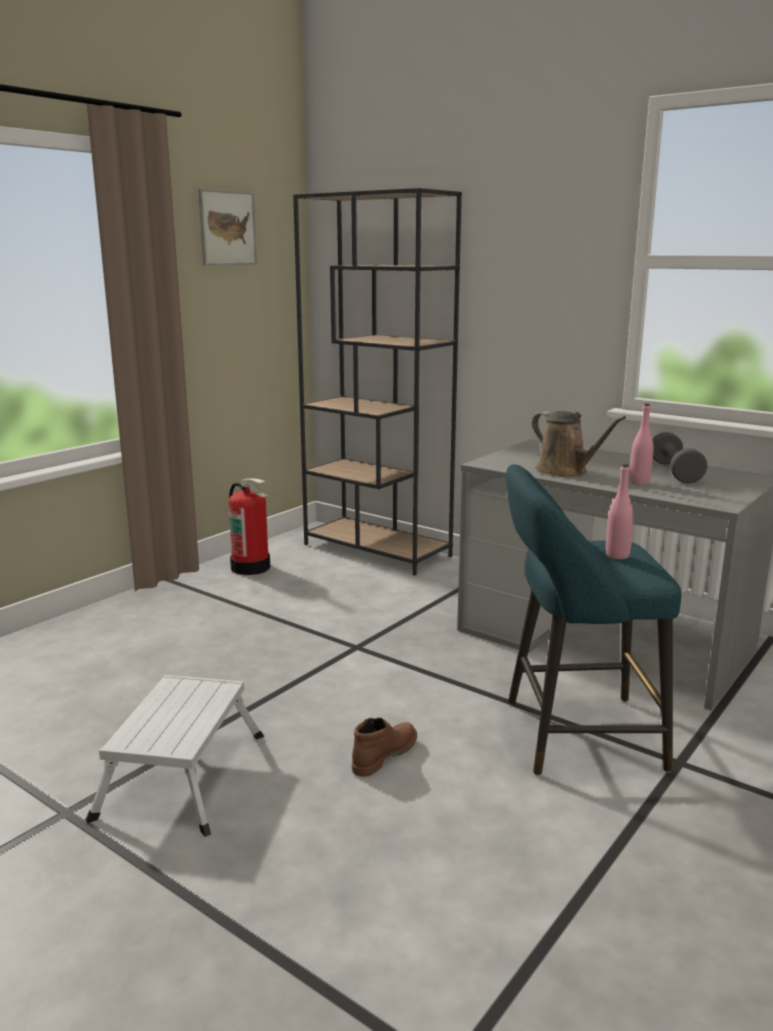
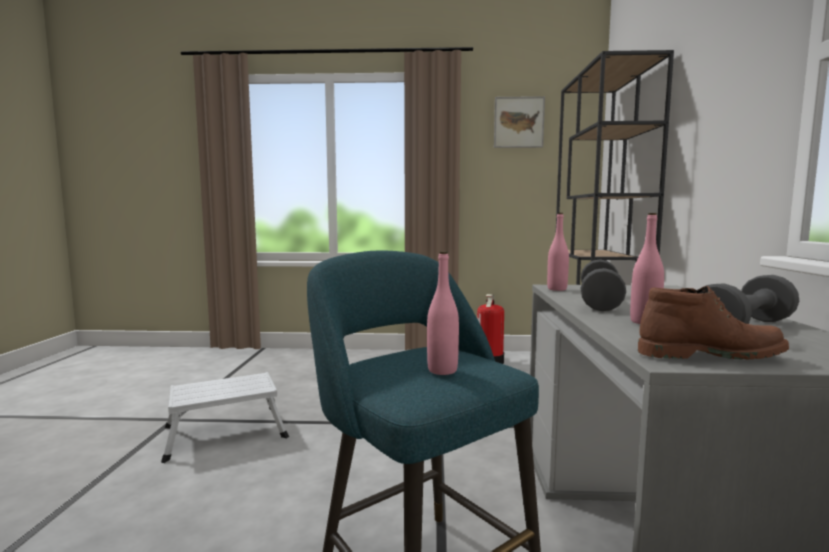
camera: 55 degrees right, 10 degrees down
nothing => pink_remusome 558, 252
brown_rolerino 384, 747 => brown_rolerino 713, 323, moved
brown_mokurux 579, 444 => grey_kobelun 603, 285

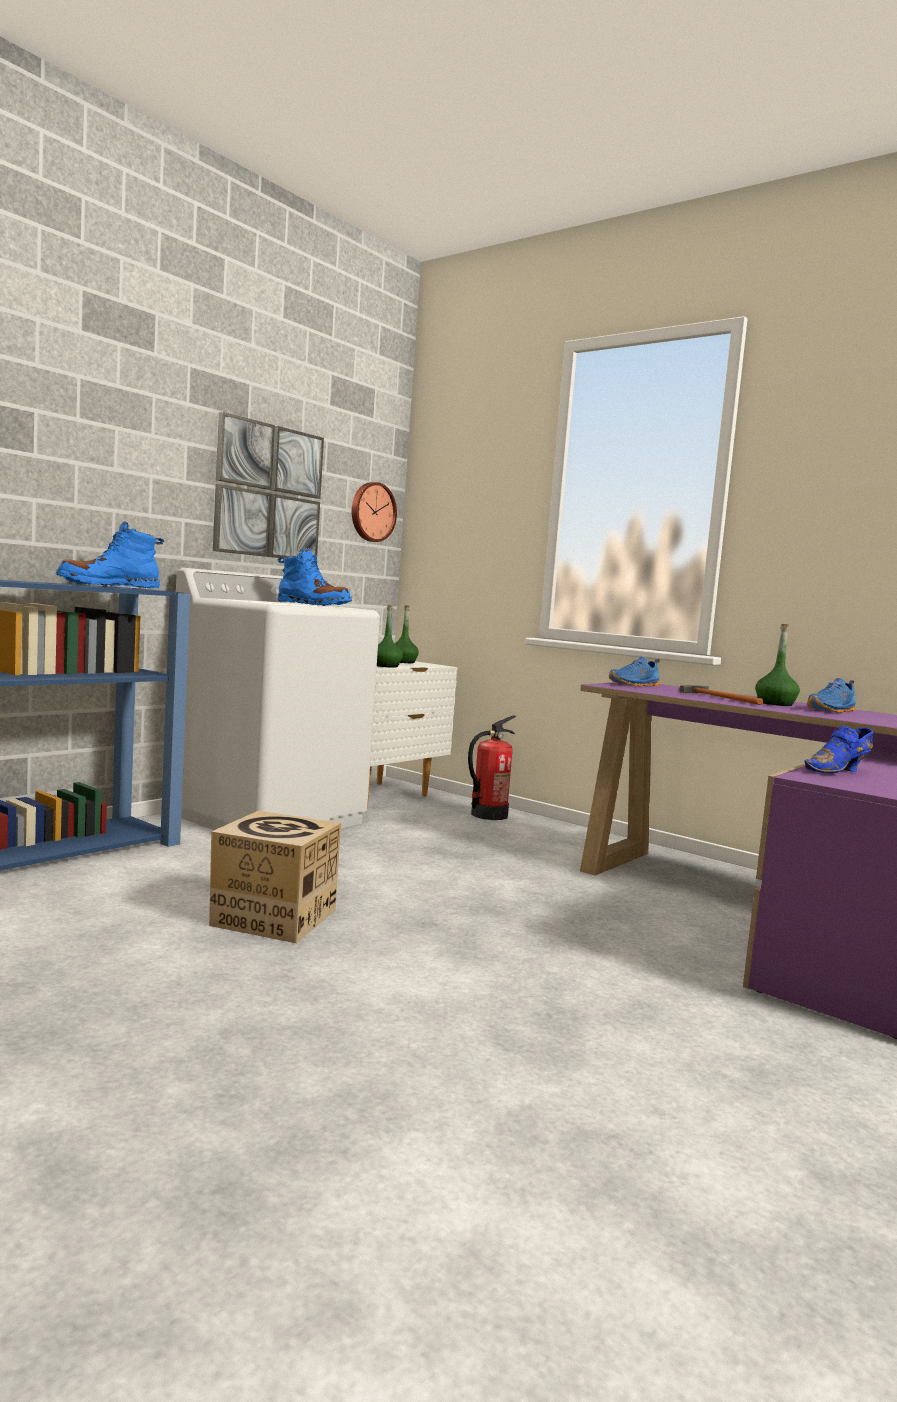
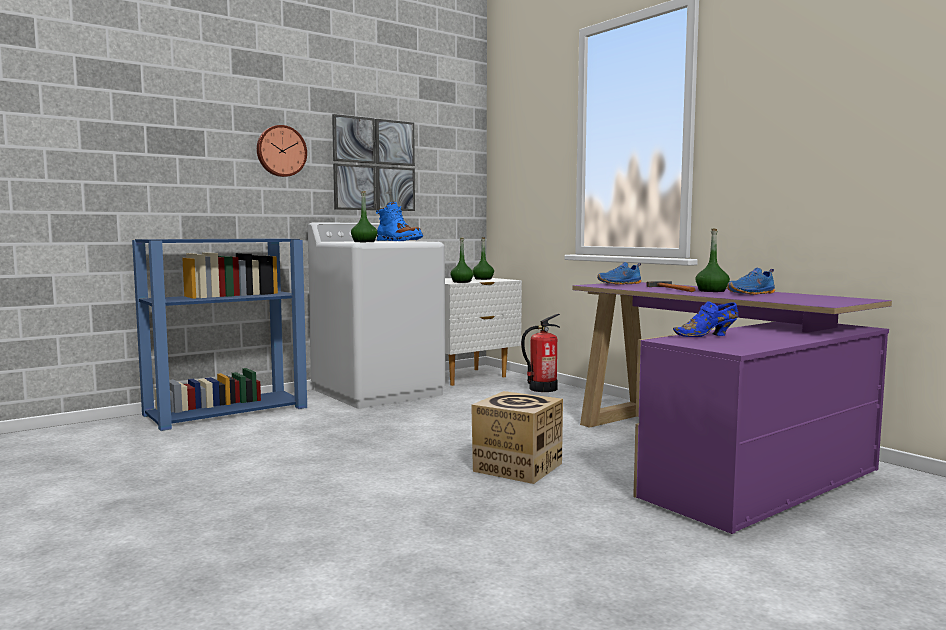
camera: 15 degrees right, 0 degrees up
blue_rolerino 109, 555 => nothing
nothing => green_remusome 364, 216
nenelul 275, 877 => nenelul 517, 437, moved
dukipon 374, 512 => dukipon 282, 151, moved

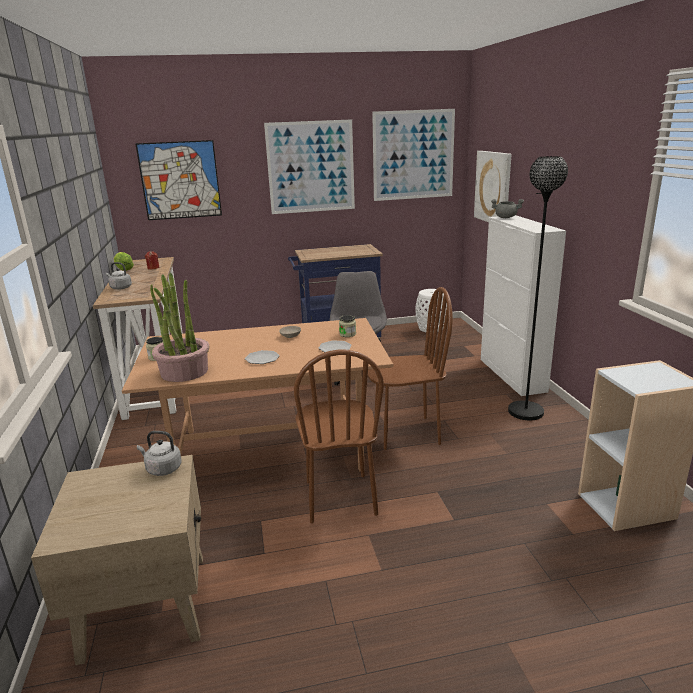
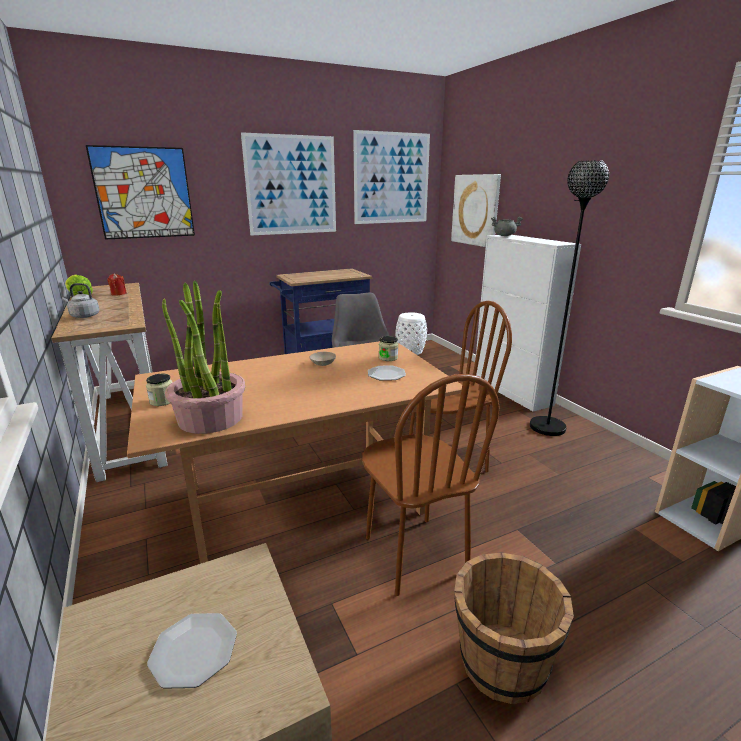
camera: 15 degrees left, 0 degrees up
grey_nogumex 159, 453 => nothing
nothing => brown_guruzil 514, 628
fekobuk 262, 357 => fekobuk 192, 651, moved

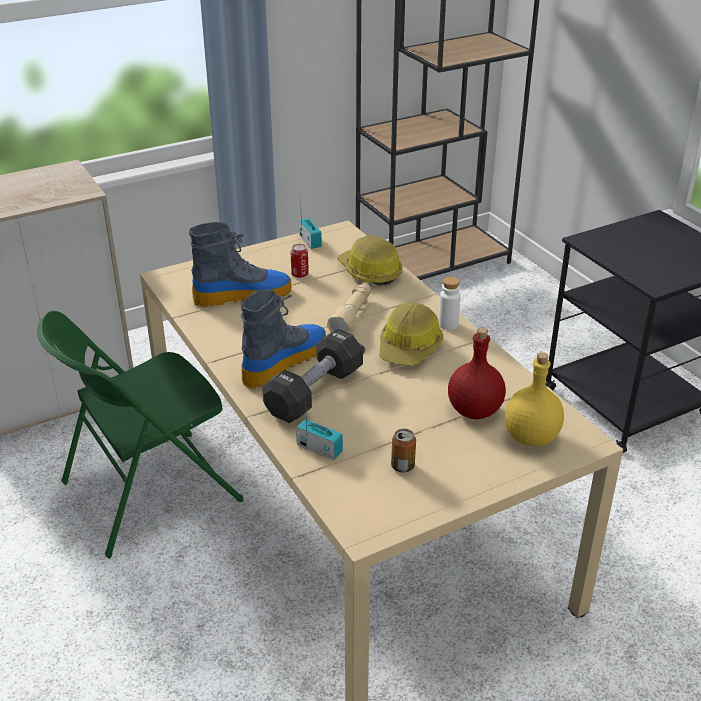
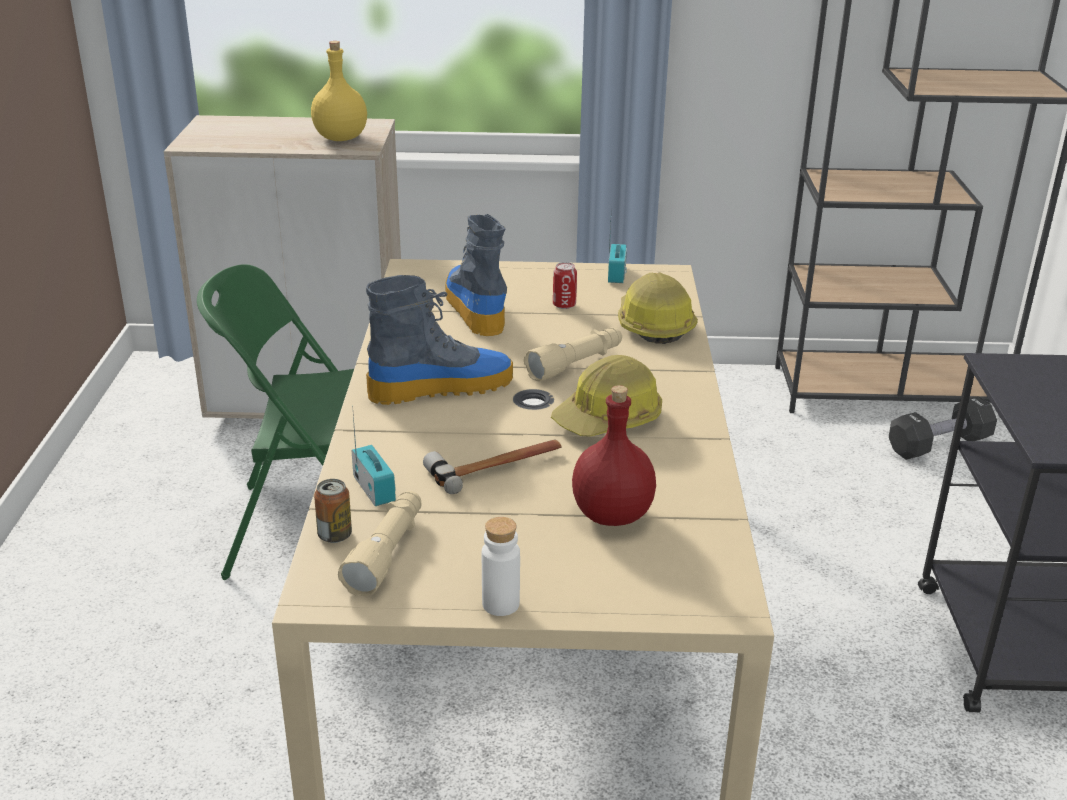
camera: 30 degrees right, 5 degrees down
nothing => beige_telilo 379, 543
nothing => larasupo 492, 467
black_kobelun 312, 376 => black_kobelun 943, 428, moved
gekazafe 403, 451 => gekazafe 333, 511, moved
white_remusome 449, 303 => white_remusome 501, 566, moved
yellow_remusome 534, 399 => yellow_remusome 339, 91, moved
rolerino 240, 264 => rolerino 476, 275, 120 degrees counterclockwise

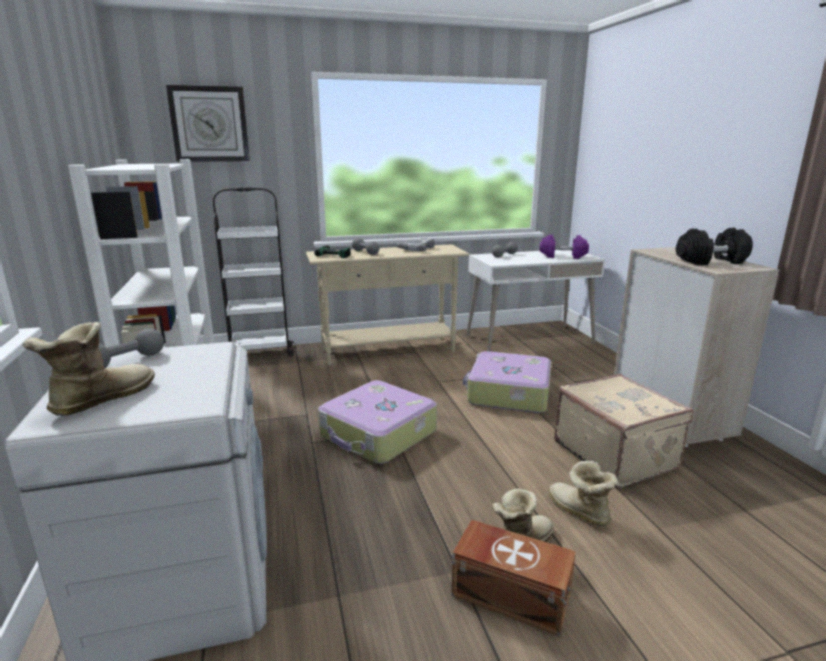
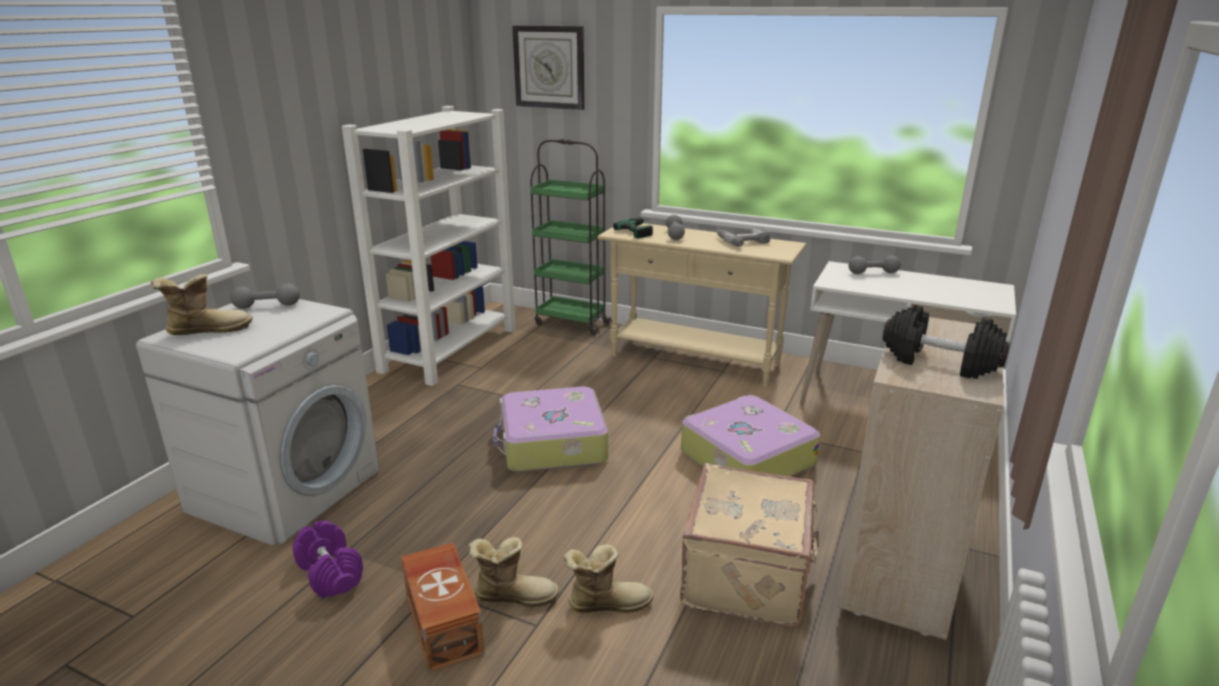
camera: 40 degrees right, 5 degrees up
purple_kobelun 564, 246 => purple_kobelun 328, 559, moved
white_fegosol 254, 272 => green_fegosol 571, 237
rolerino 584, 493 => rolerino 608, 578, 75 degrees clockwise

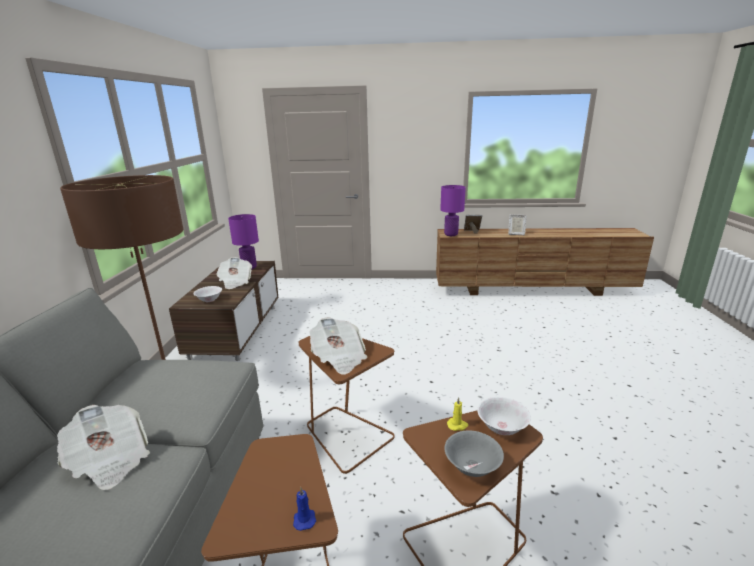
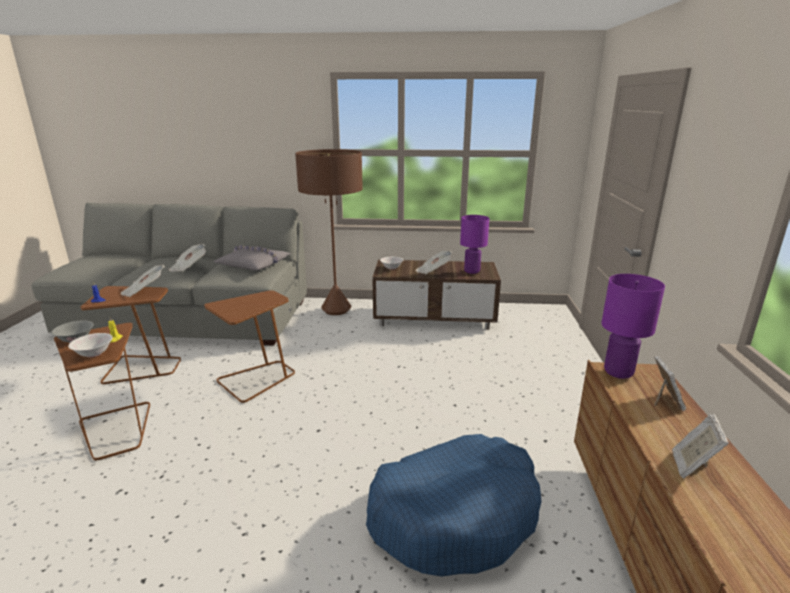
camera: 90 degrees right, 0 degrees up
nothing => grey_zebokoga 252, 258
nothing => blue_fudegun 454, 505
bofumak 338, 346 => bofumak 142, 281, moved

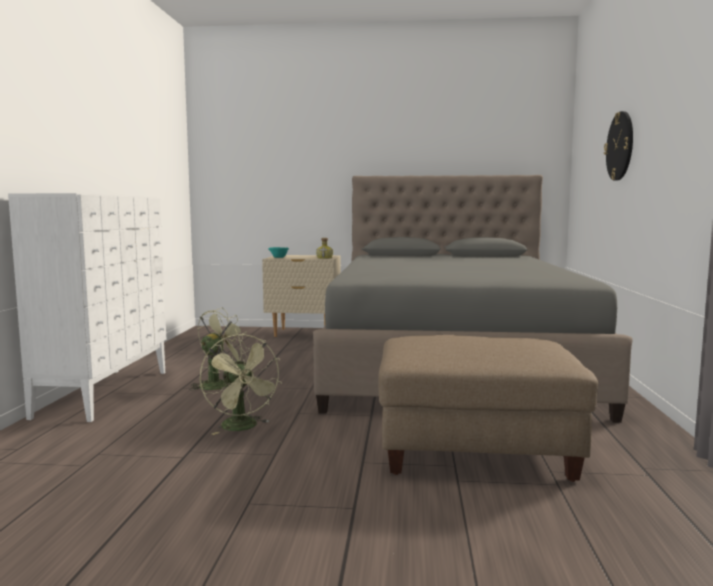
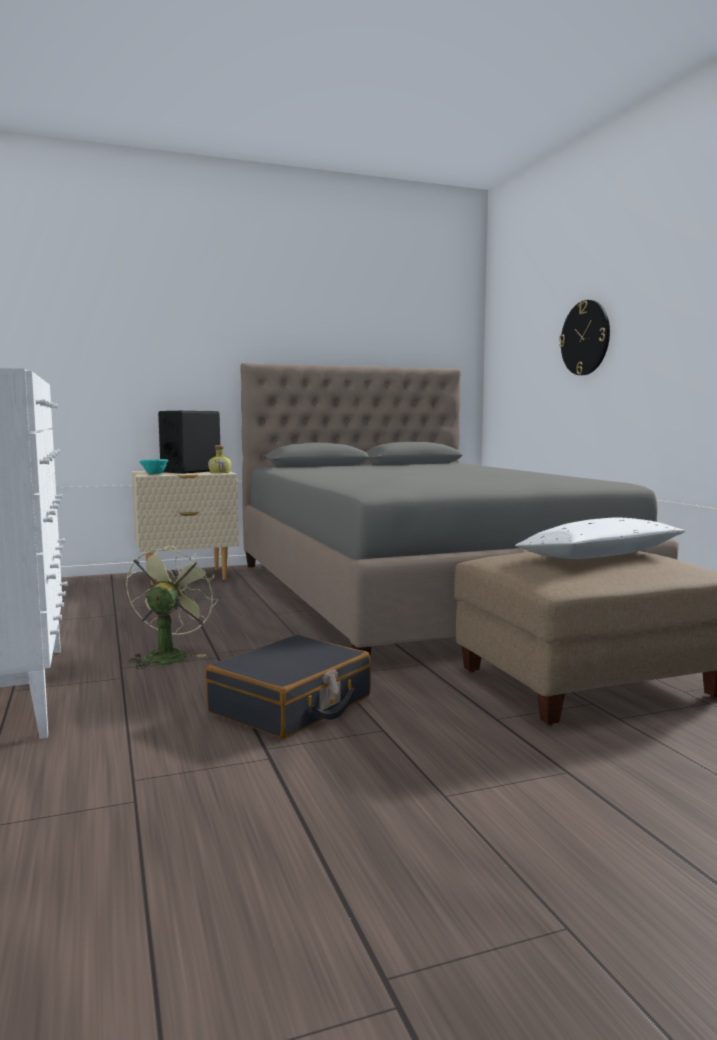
camera: 25 degrees left, 0 degrees up
nothing => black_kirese 189, 442
nothing => white_zebokoga 600, 538
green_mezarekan 241, 384 => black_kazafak 288, 687

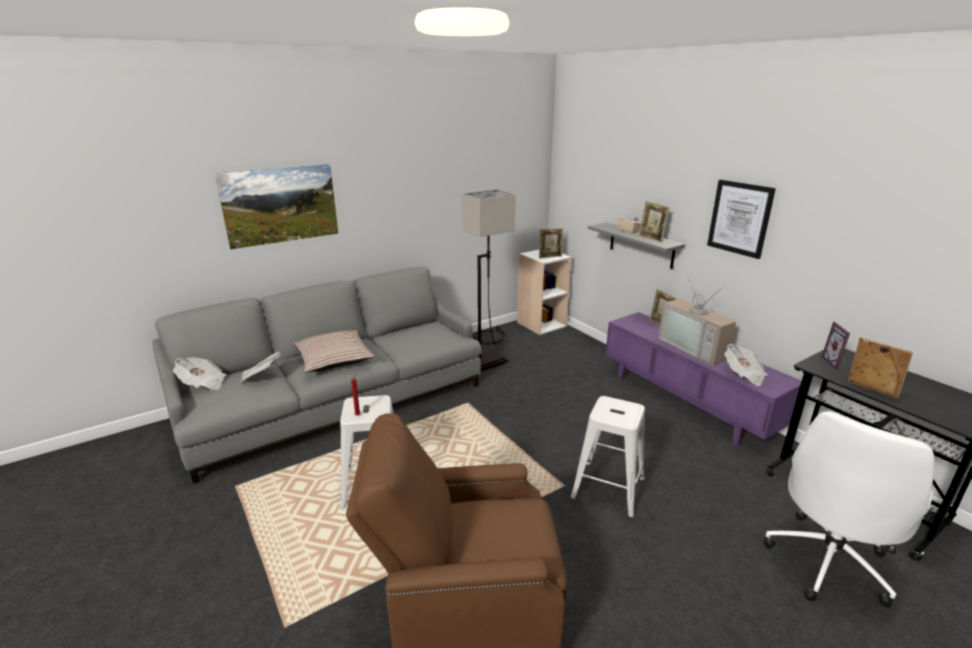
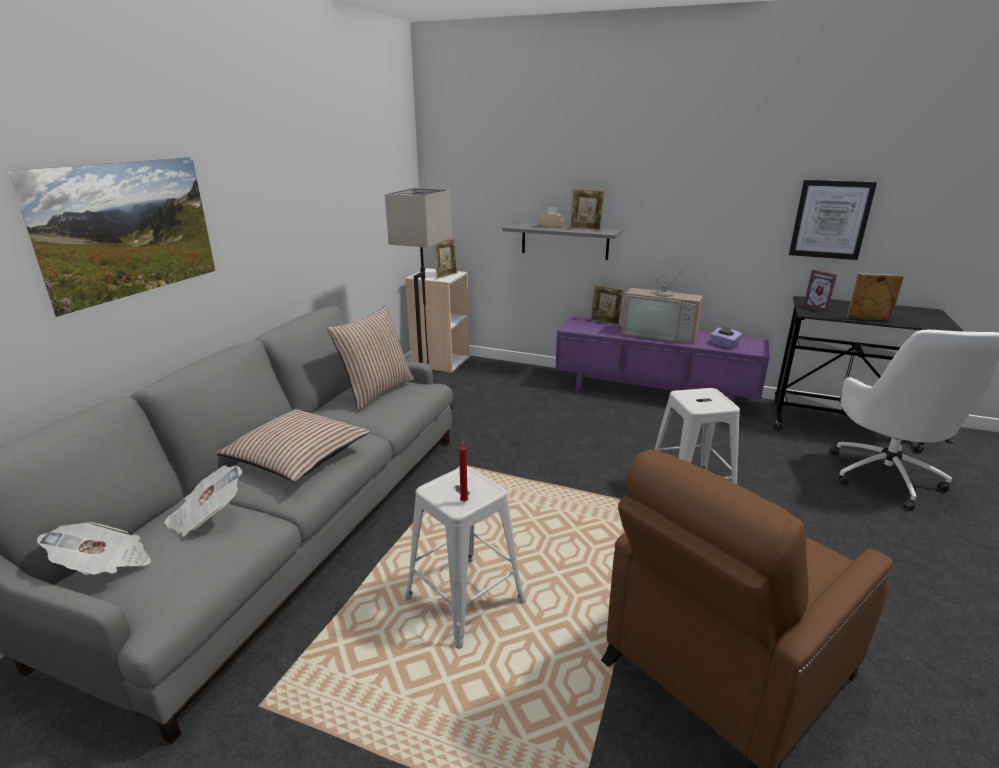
camera: 35 degrees left, 0 degrees up
nothing => zebokoga 370, 358
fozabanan 741, 219 => fozabanan 833, 220, moved
bofumak 746, 365 => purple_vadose 726, 337

